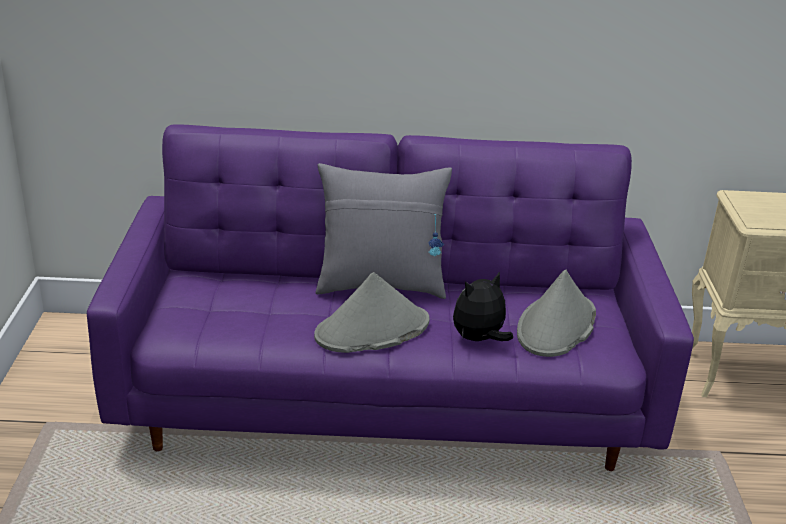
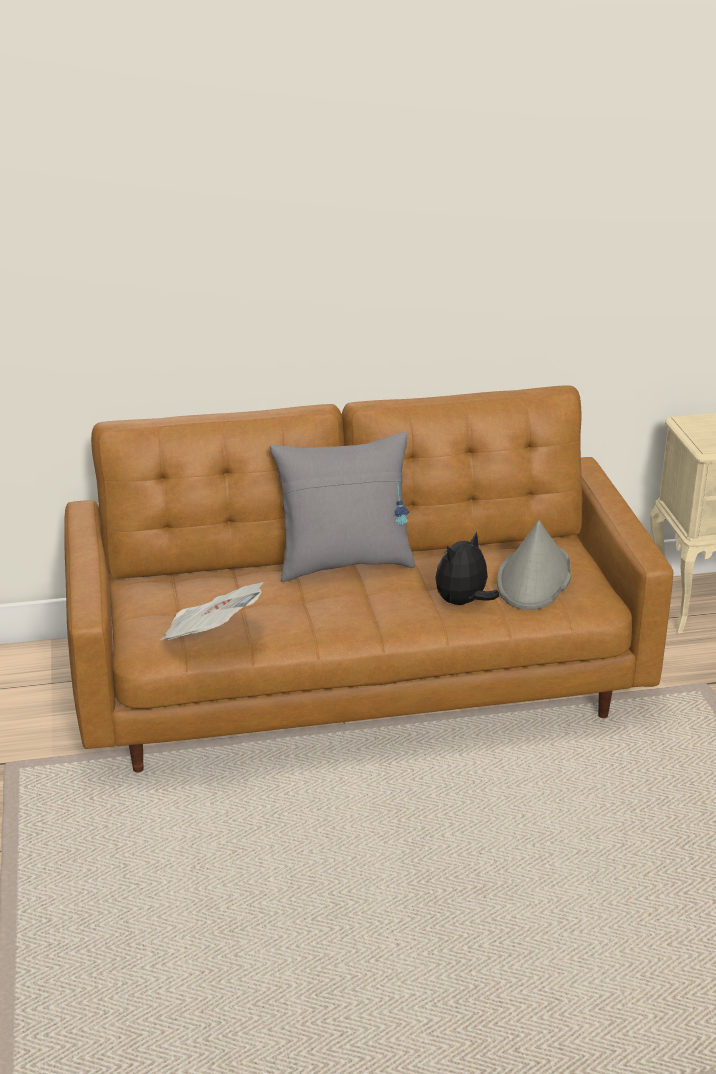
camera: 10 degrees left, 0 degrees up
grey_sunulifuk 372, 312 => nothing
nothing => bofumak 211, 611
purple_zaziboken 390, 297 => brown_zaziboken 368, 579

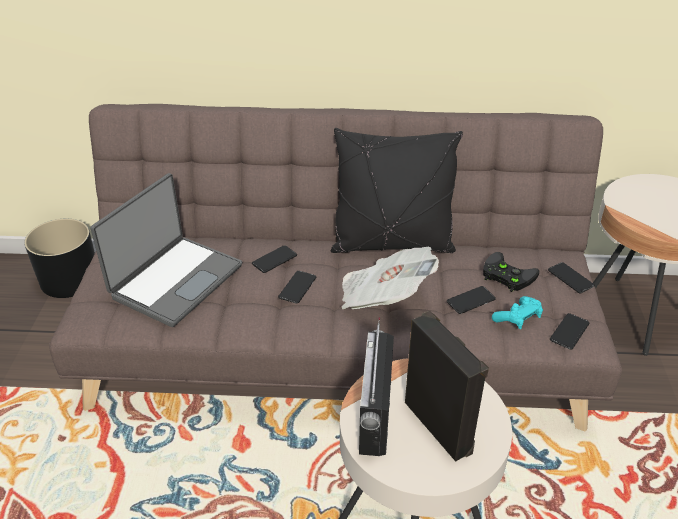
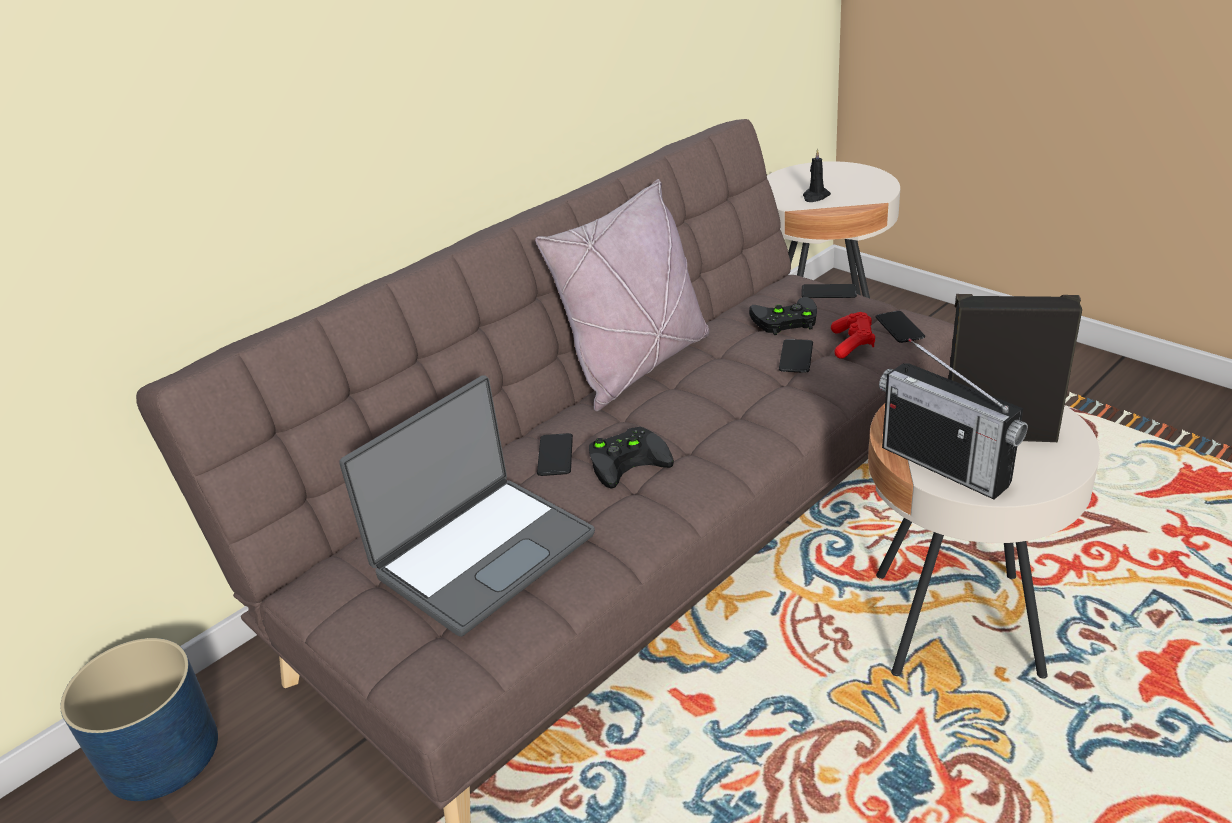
camera: 45 degrees left, 5 degrees down
bofumak 390, 278 => nothing
nothing => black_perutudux 817, 175
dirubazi 297, 287 => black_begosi 631, 458
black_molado 59, 258 => blue_molado 139, 719
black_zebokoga 397, 190 => purple_zebokoga 622, 295
turquoise_begosi 517, 312 => red_begosi 853, 335
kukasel 166, 250 => kukasel 467, 506, 60 degrees clockwise

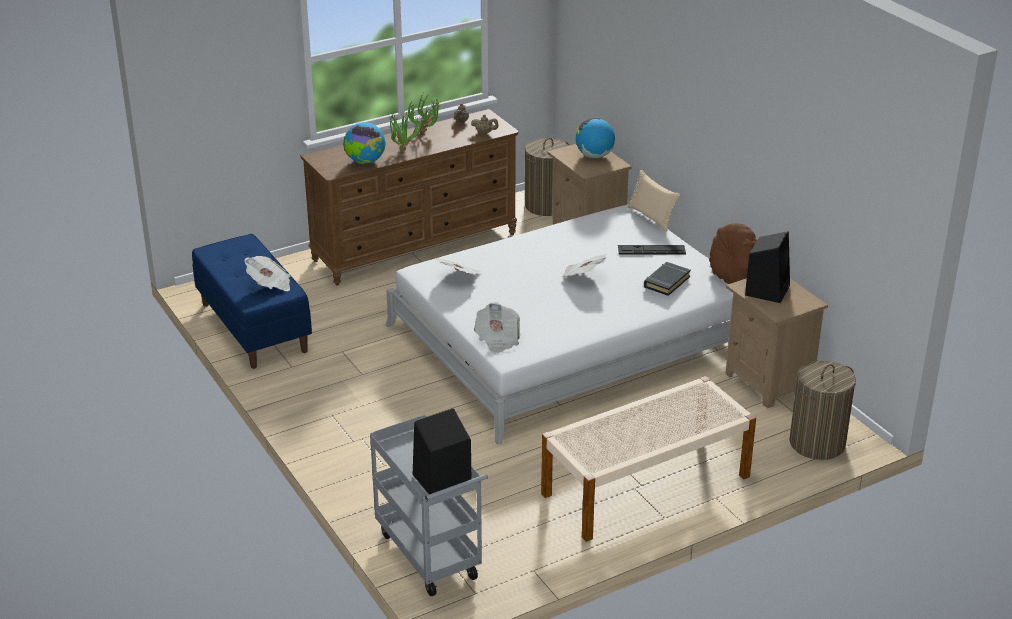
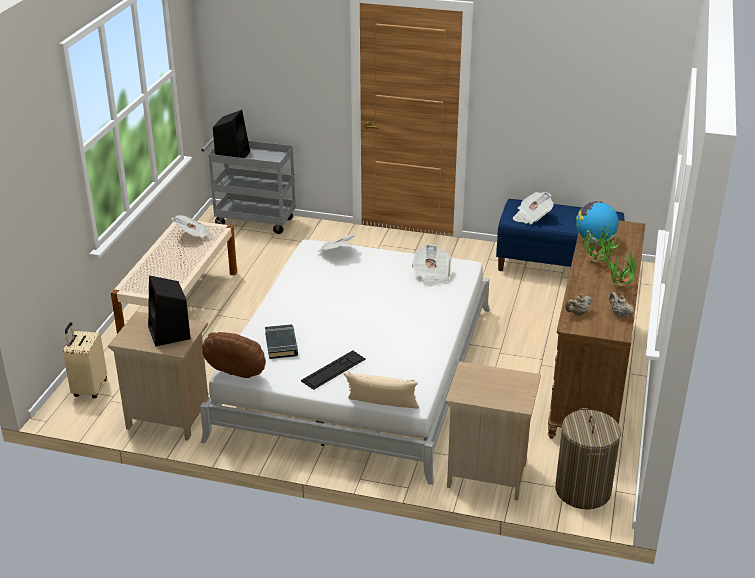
camera: 135 degrees right, 0 degrees up
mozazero 595, 138 => nothing
bofumak 583, 266 => bofumak 192, 226, moved
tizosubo 822, 410 => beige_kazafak 85, 360

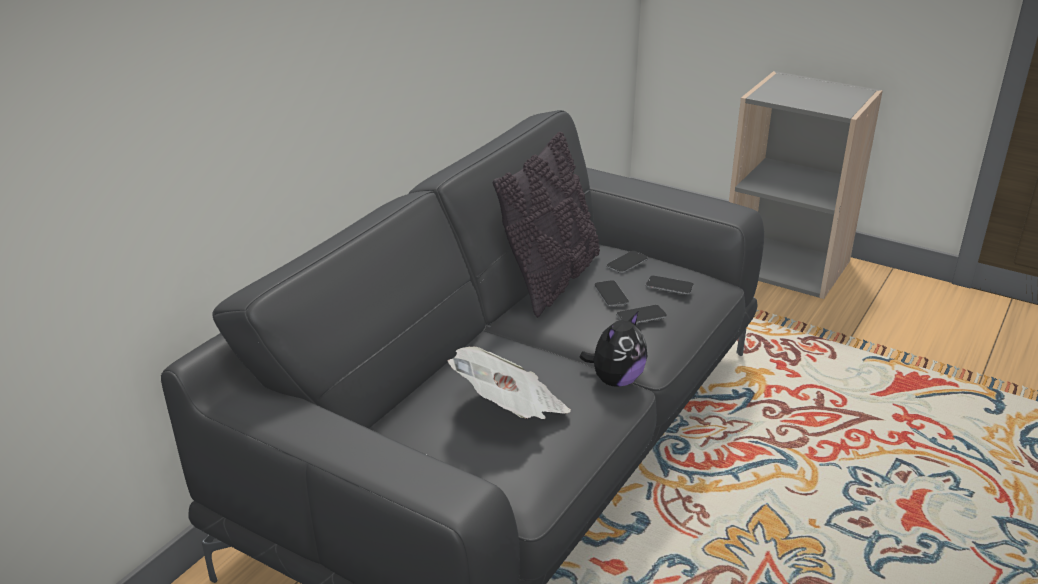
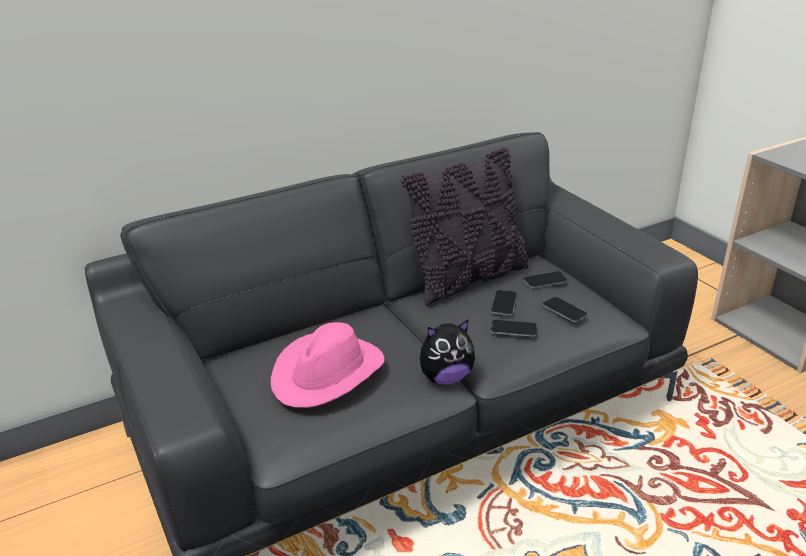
camera: 30 degrees right, 0 degrees up
bofumak 509, 382 => pink_sunulifuk 328, 365

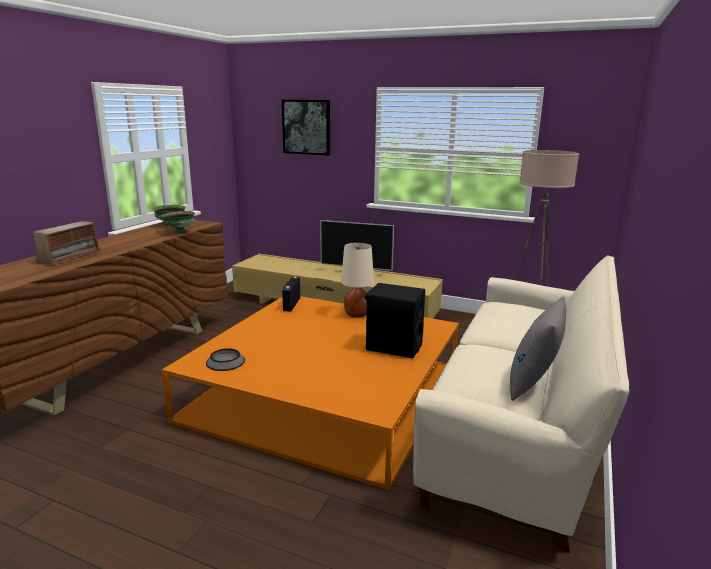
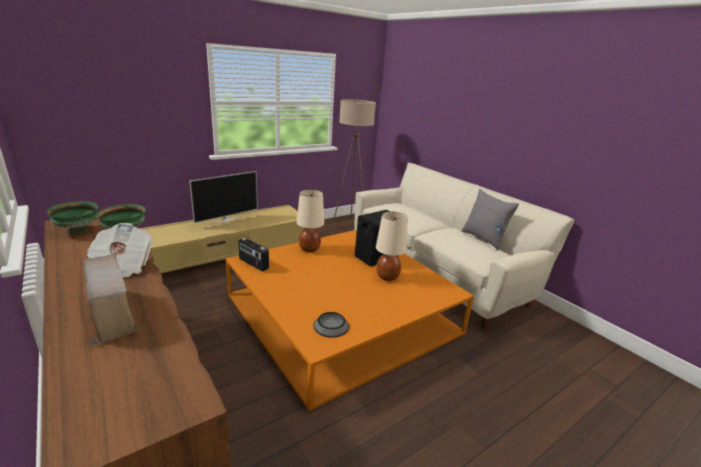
camera: 60 degrees left, 5 degrees up
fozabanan 306, 127 => nothing
nothing => bofumak 119, 250
nothing => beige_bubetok 392, 246

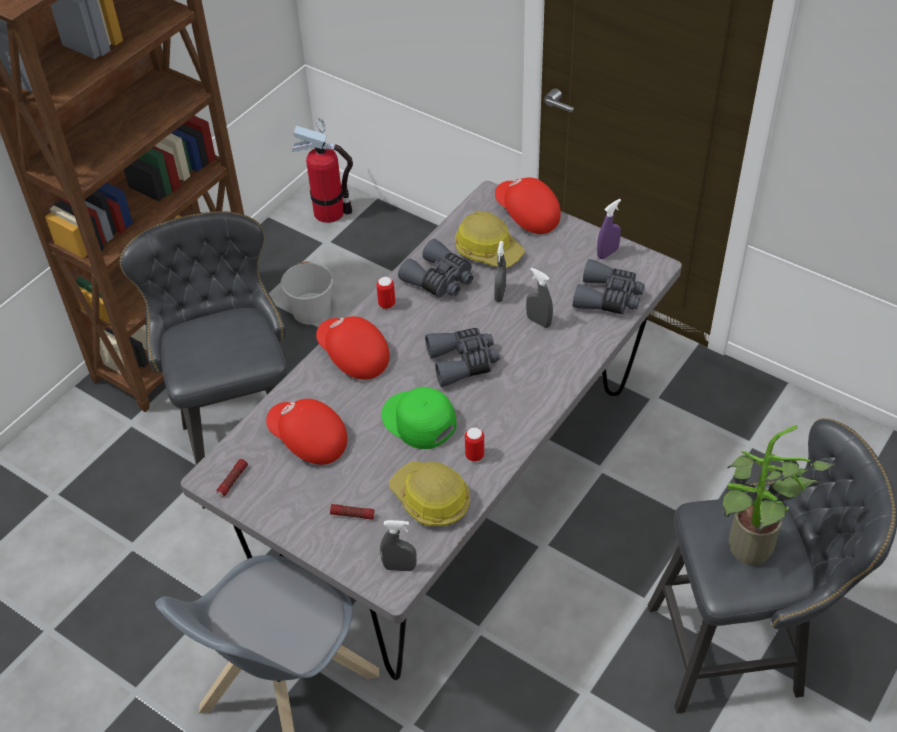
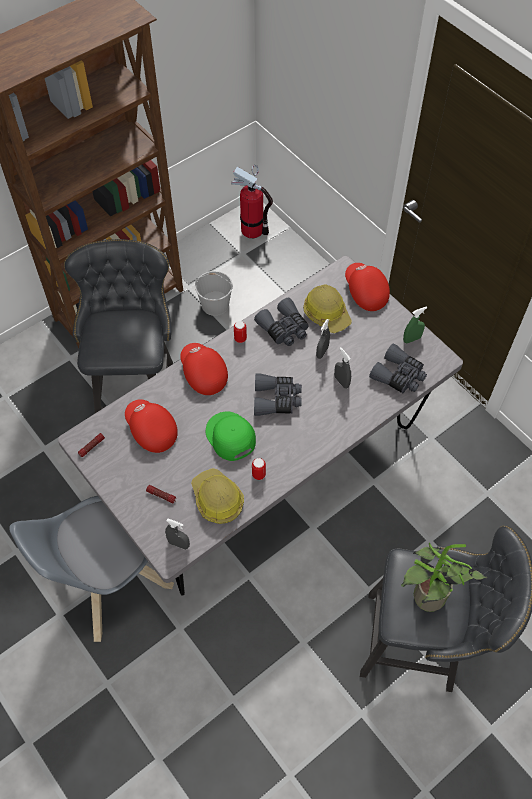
camera: 15 degrees right, 10 degrees up
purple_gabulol 609, 229 => green_gabulol 415, 324

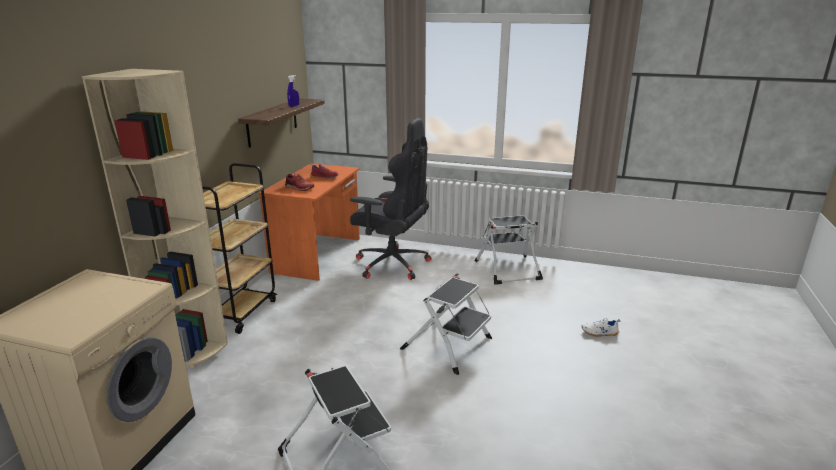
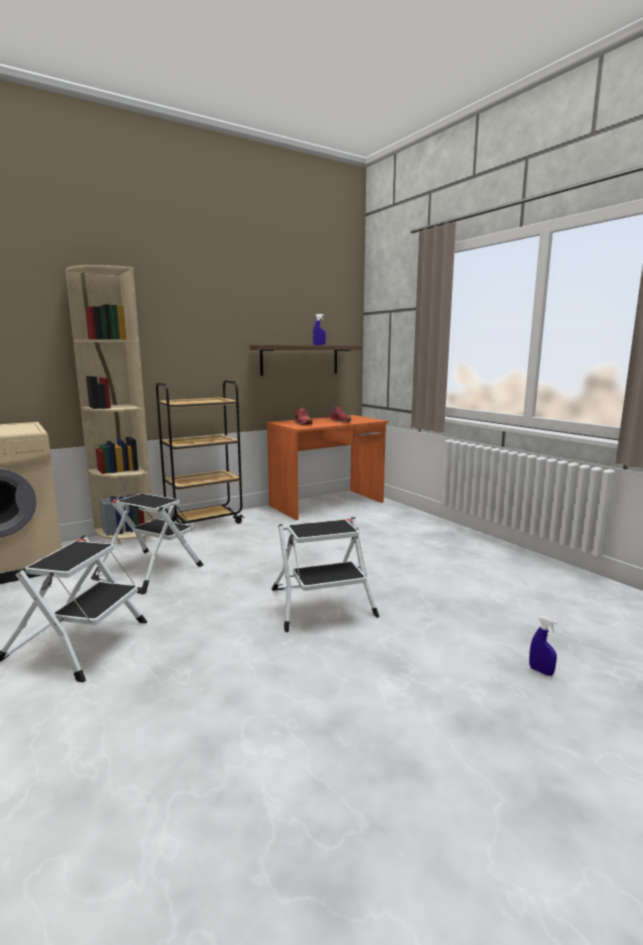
camera: 40 degrees right, 10 degrees down
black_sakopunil 390, 199 => nothing
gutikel 508, 250 => gutikel 147, 543, moved
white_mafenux 600, 327 => blue_gabulol 543, 646

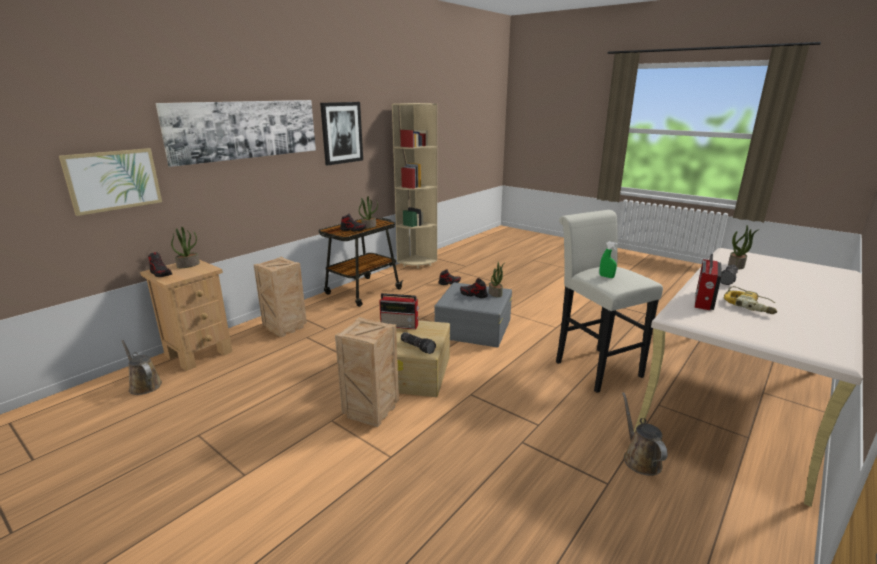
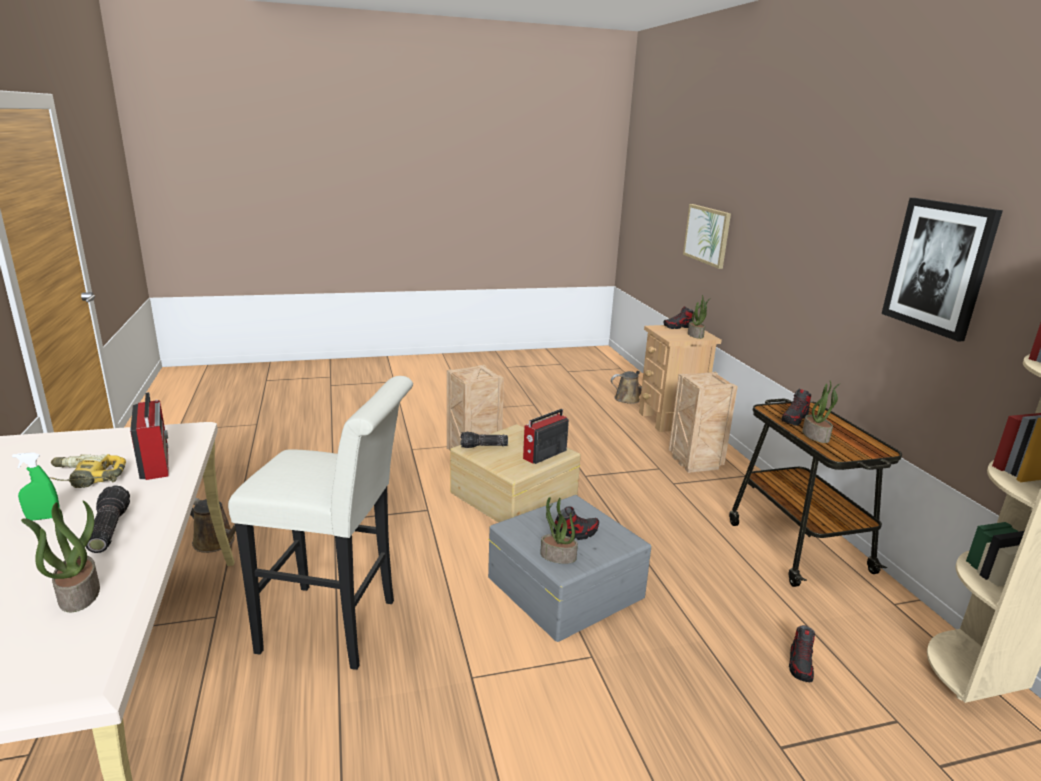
camera: 125 degrees right, 0 degrees up
fozabanan 236, 133 => nothing
green_gabulol 609, 260 => green_gabulol 36, 486, moved

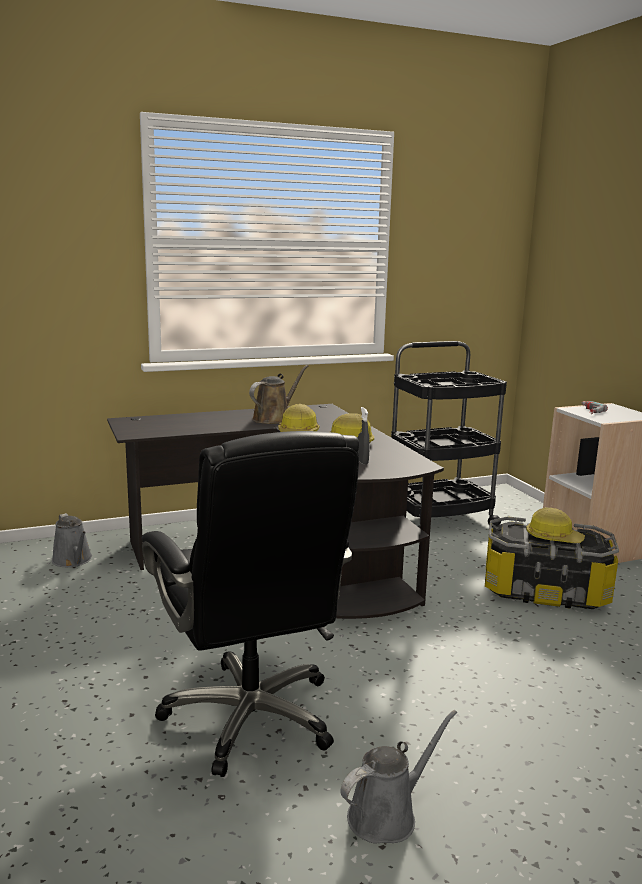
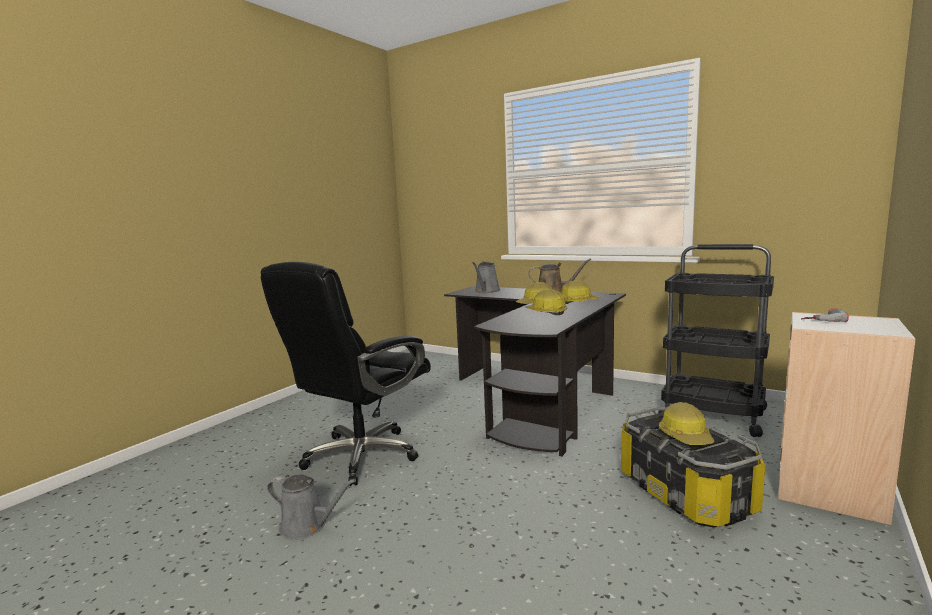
camera: 55 degrees right, 5 degrees down
grey_gabulol 364, 435 => nothing
nothing => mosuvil 580, 292
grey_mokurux 72, 540 => grey_mokurux 486, 277, moved

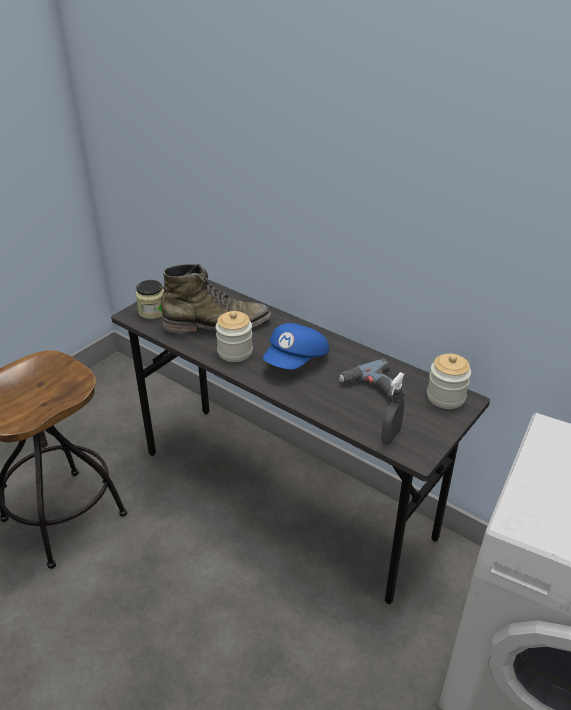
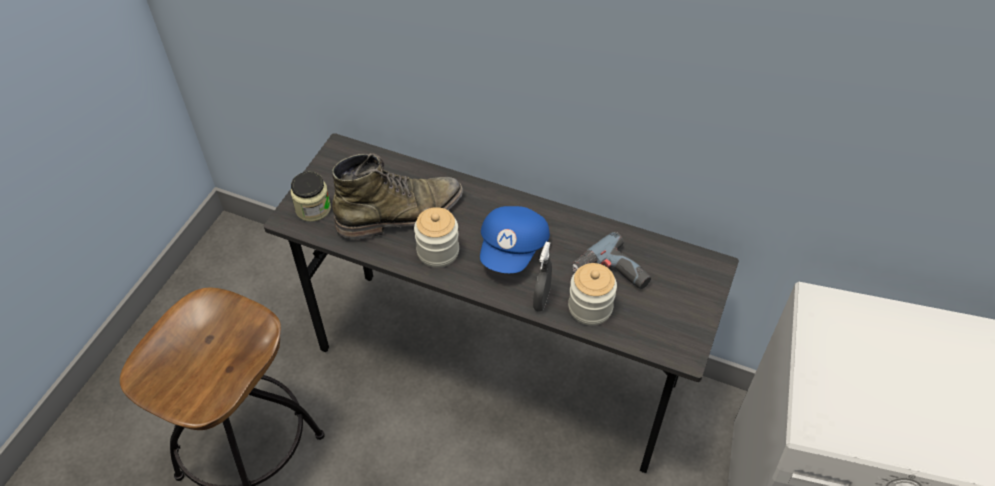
camera: 15 degrees left, 15 degrees up
grey_gabulol 393, 408 => grey_gabulol 542, 277, moved
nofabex 449, 381 => nofabex 592, 294, moved

